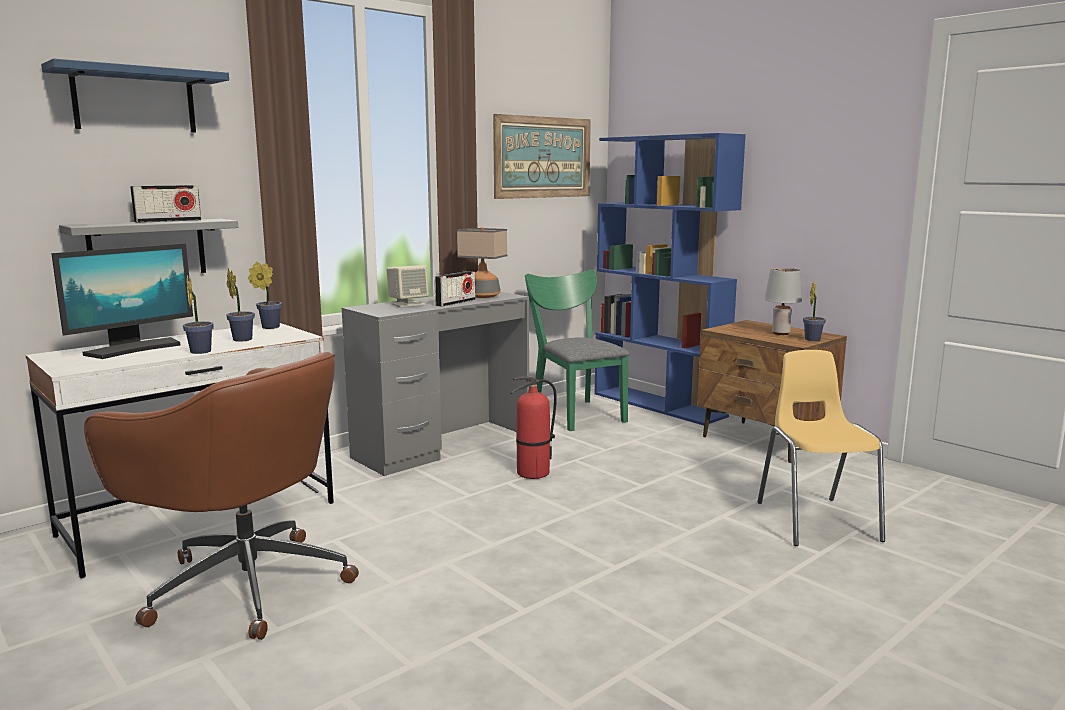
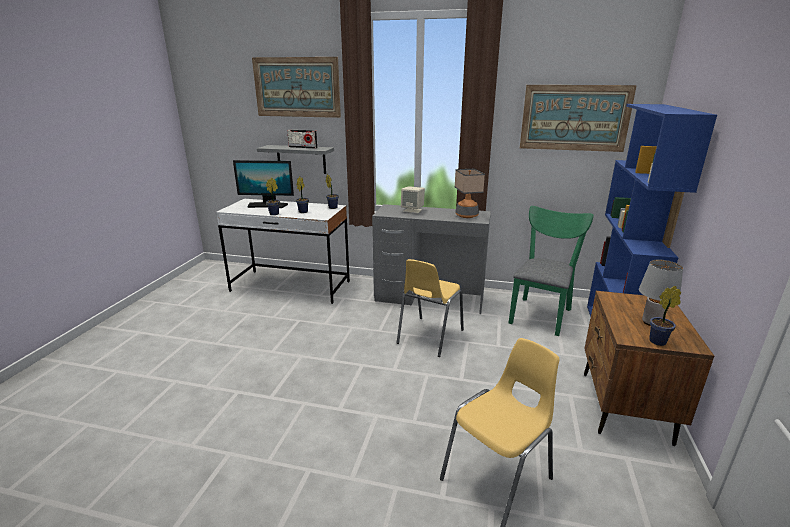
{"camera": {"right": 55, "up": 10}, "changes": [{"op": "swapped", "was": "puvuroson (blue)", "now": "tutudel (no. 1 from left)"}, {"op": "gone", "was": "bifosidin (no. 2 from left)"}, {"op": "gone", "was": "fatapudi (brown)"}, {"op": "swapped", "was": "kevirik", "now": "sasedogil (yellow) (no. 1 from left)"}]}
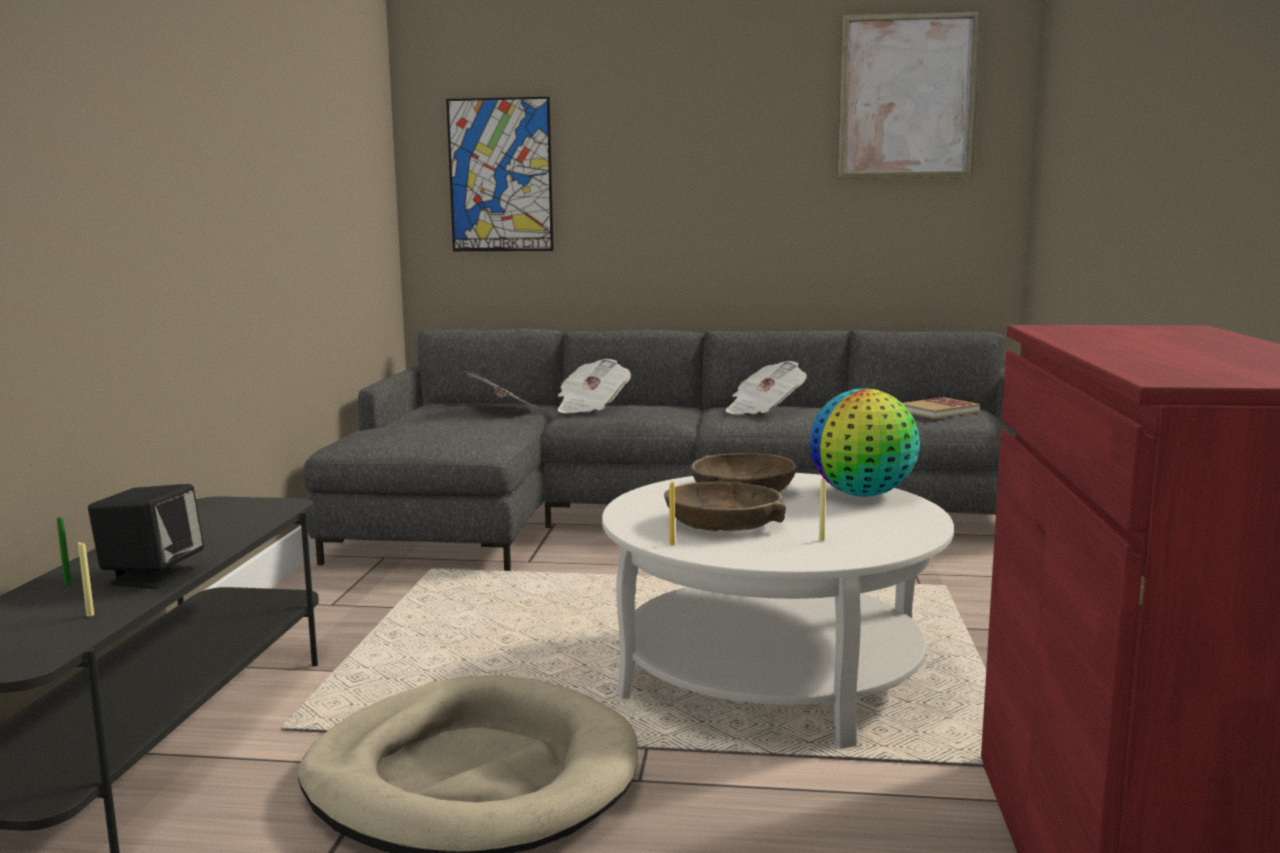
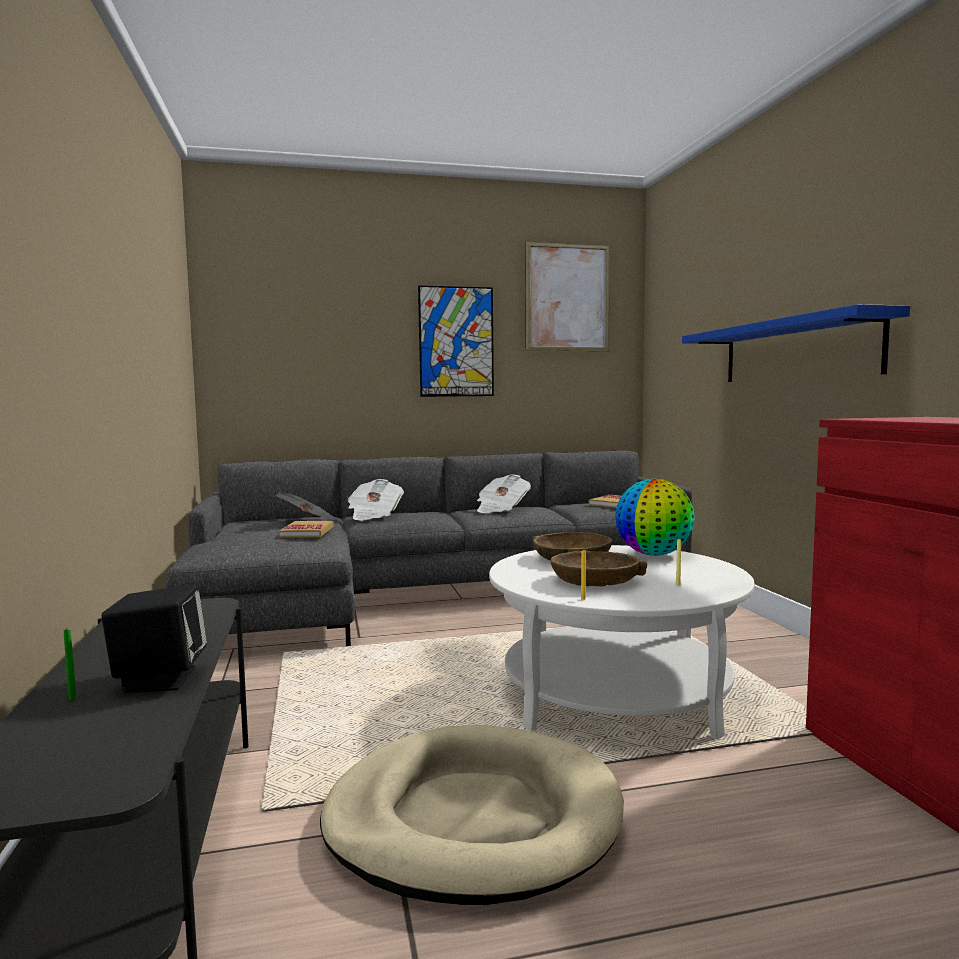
{"camera": {"right": -20, "up": -5}, "changes": [{"op": "shifted", "was": "tutudel (no. 1 from left)"}, {"op": "gone", "was": "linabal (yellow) (no. 1 from left)"}, {"op": "new", "now": "puvuroson (blue)"}, {"op": "new", "now": "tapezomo (no. 1 from left)"}]}
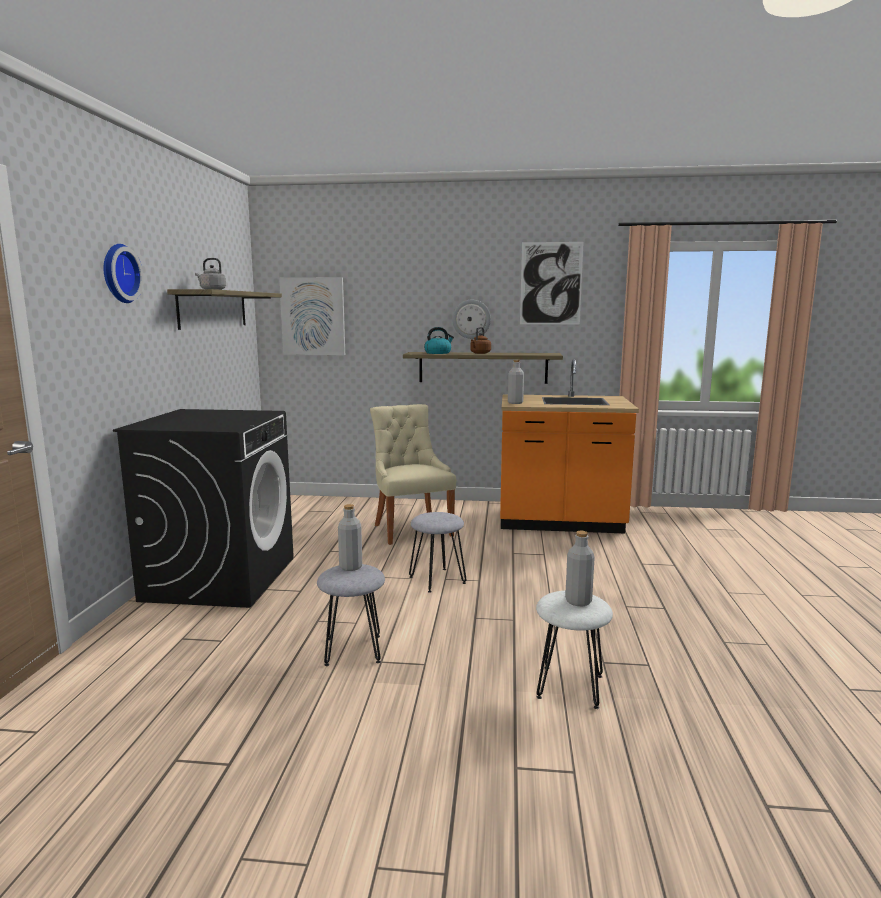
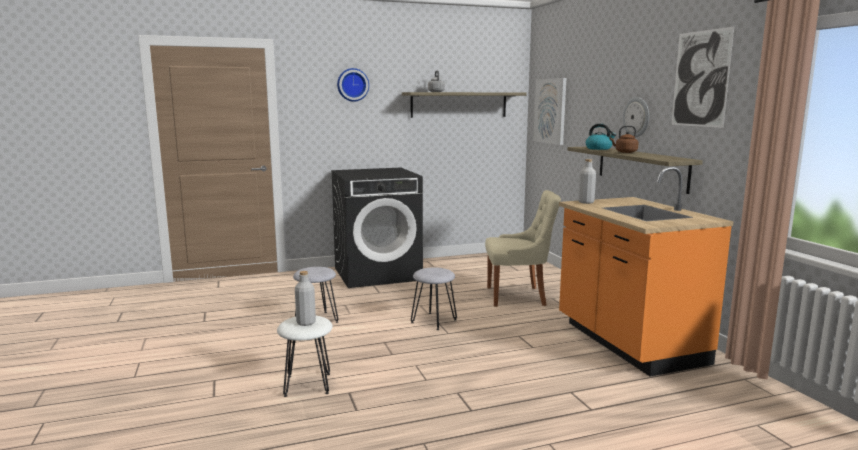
{"camera": {"right": 65, "up": 0}, "changes": [{"op": "rotated", "was": "sasedogil (beige)", "clockwise": 45}, {"op": "gone", "was": "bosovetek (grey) (no. 1 from left)"}]}
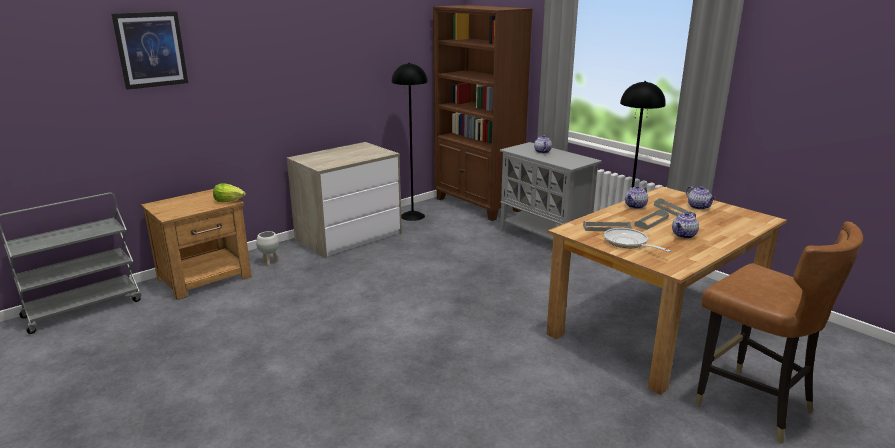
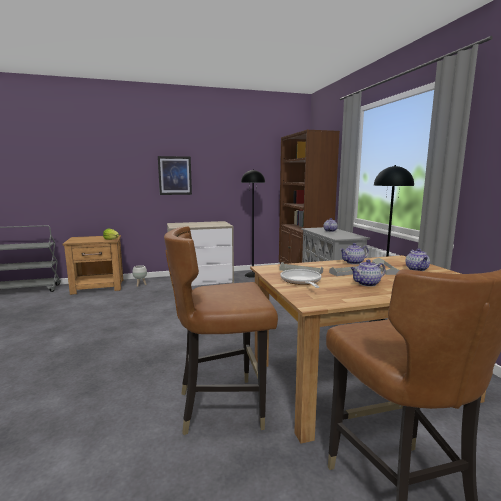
{"camera": {"right": 25, "up": -10}, "changes": [{"op": "shifted", "was": "tutudel"}, {"op": "new", "now": "sasedogil (brown) (no. 1 from left)"}]}
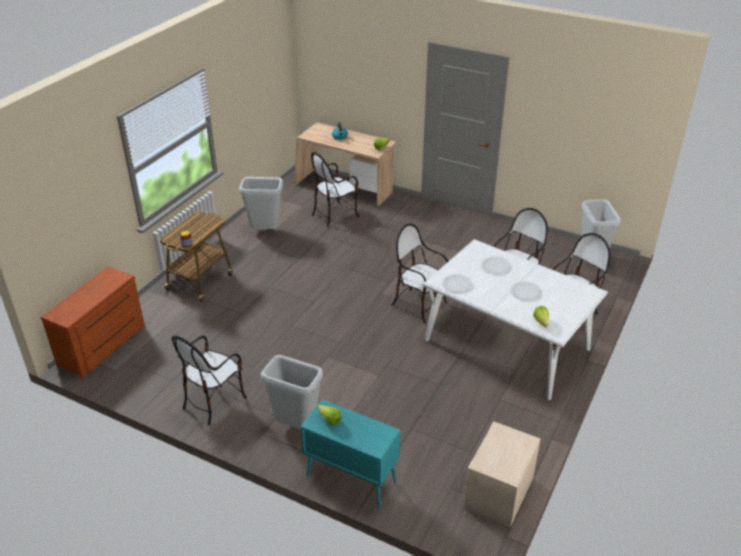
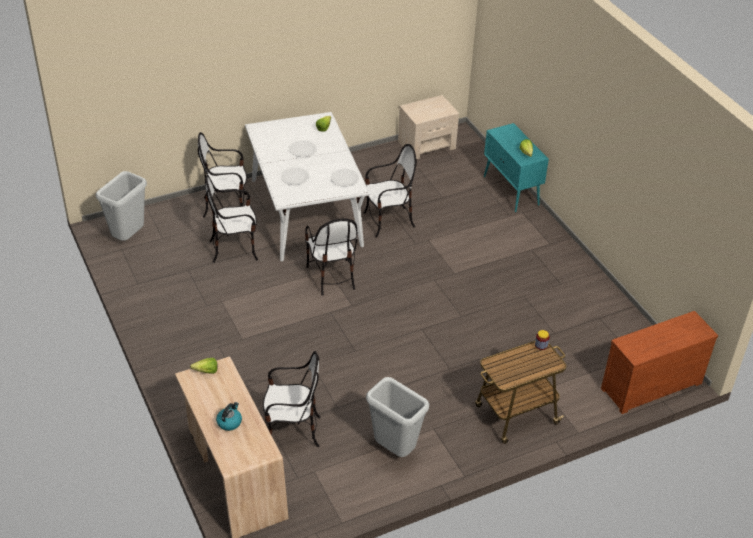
{"camera": {"right": -145, "up": 5}, "changes": [{"op": "shifted", "was": "sasedogil (no. 1 from left in the first image)", "now": "sasedogil (no. 5 from left)"}, {"op": "gone", "was": "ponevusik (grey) (no. 2 from left)"}]}
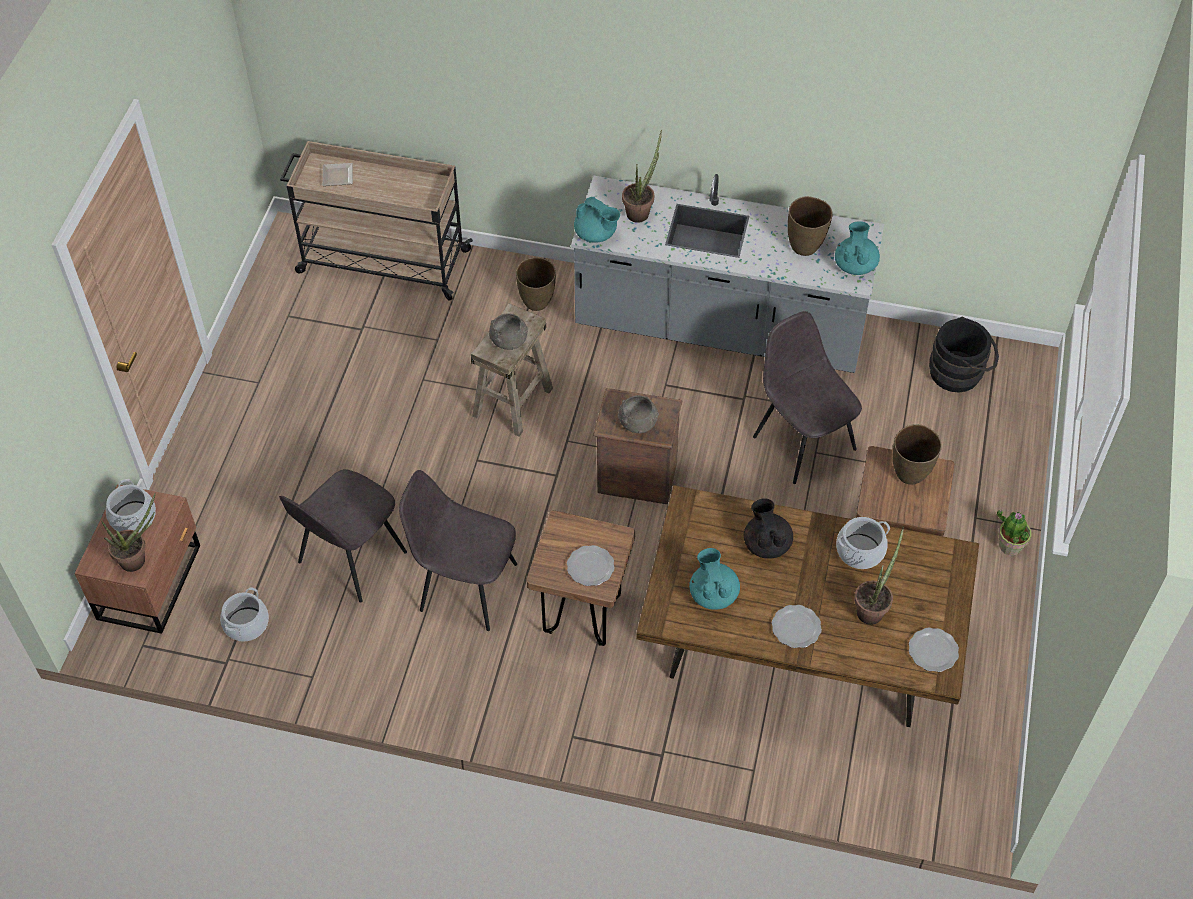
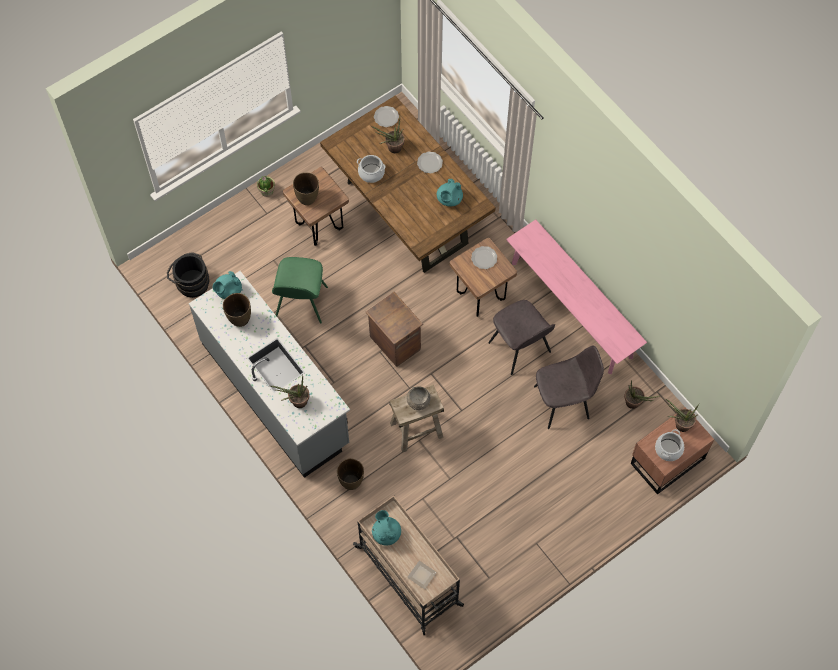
{"camera": {"right": -140, "up": 10}, "changes": [{"op": "shifted", "was": "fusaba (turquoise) (no. 1 from left in the first image)", "now": "fusaba (turquoise) (no. 2 from left)"}, {"op": "repainted", "was": "sasedogil (grey) (no. 3 from left)", "now": "sasedogil (green)"}, {"op": "gone", "was": "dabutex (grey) (no. 2 from left)"}, {"op": "gone", "was": "fusaba (black)"}, {"op": "swapped", "was": "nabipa (no. 2 from left)", "now": "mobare (no. 4 from left)"}, {"op": "new", "now": "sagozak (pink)"}]}
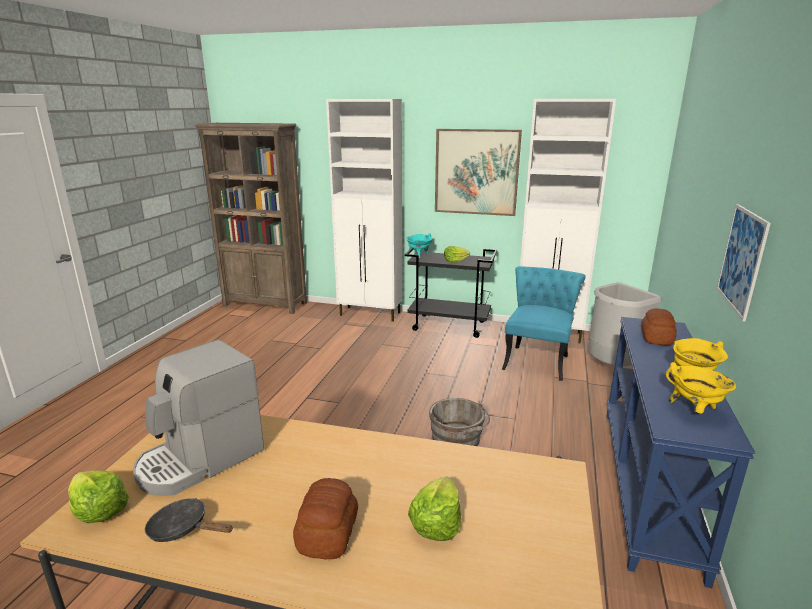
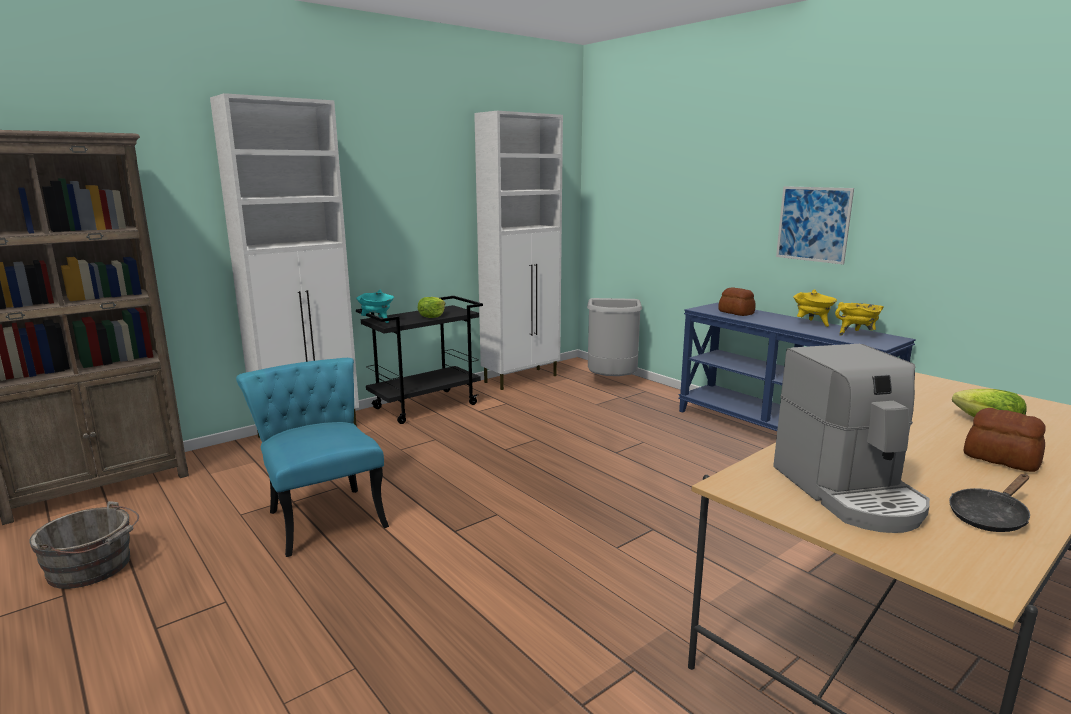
{"camera": {"right": -55, "up": -5}, "changes": [{"op": "gone", "was": "tutudel (no. 1 from left)"}, {"op": "shifted", "was": "sasedogil (turquoise)"}, {"op": "shifted", "was": "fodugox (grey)"}, {"op": "gone", "was": "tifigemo (no. 1 from left)"}]}
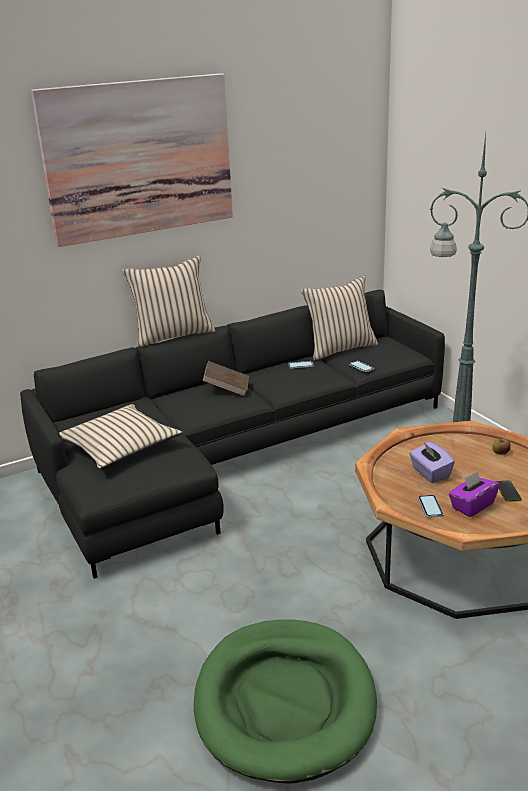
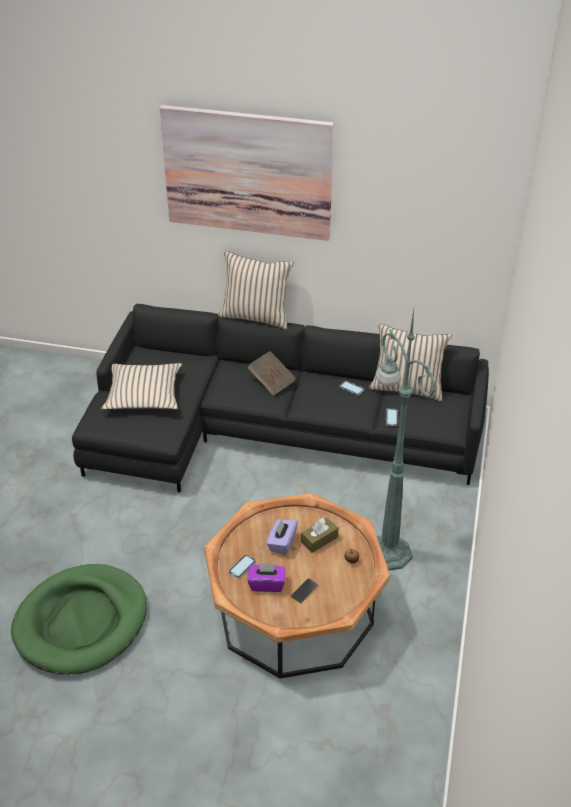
{"camera": {"right": 40, "up": 15}, "changes": [{"op": "new", "now": "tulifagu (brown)"}]}
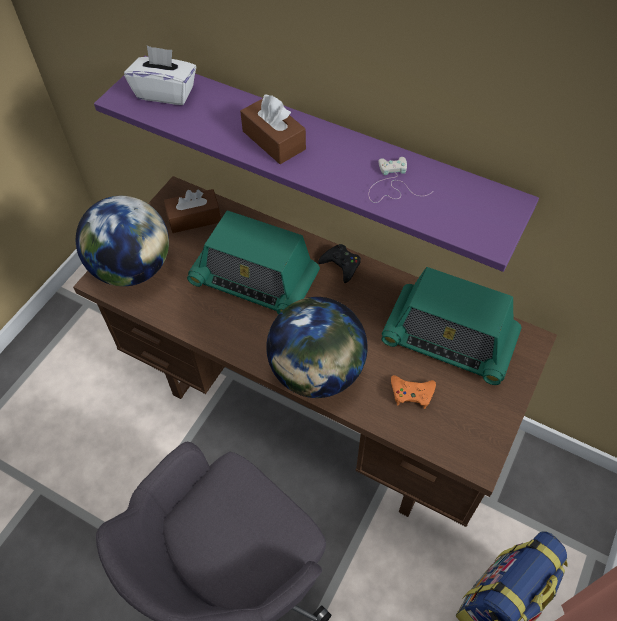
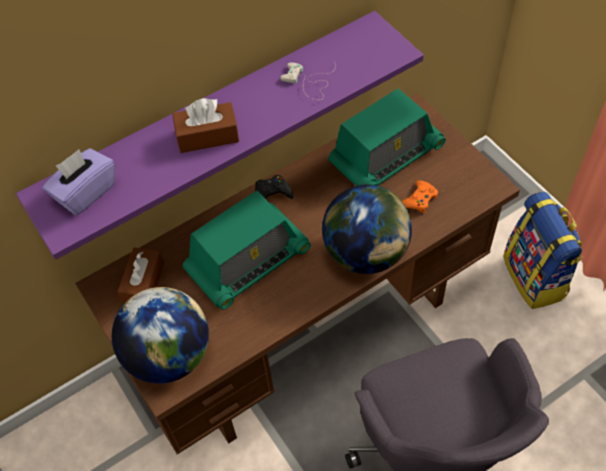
{"camera": {"right": -60, "up": 0}, "changes": [{"op": "repainted", "was": "tulifagu (white)", "now": "tulifagu (purple)"}]}
